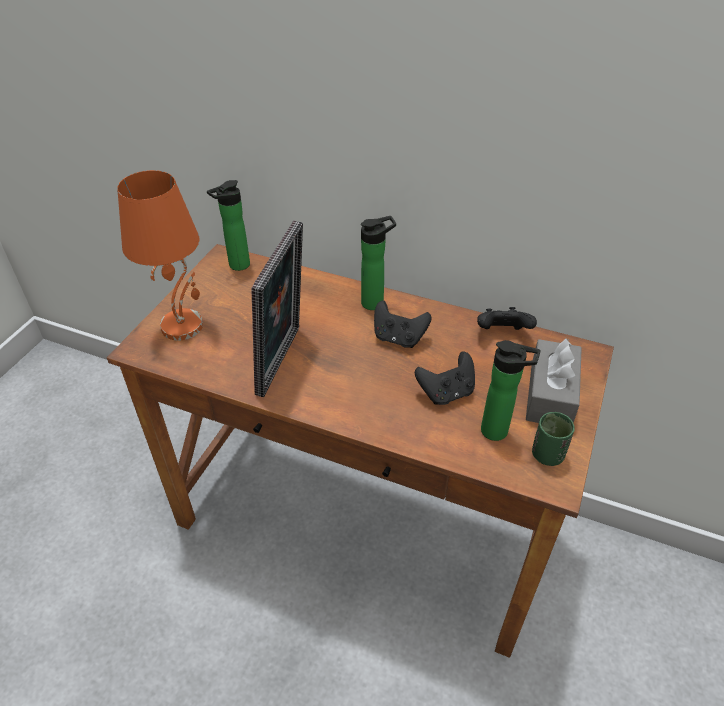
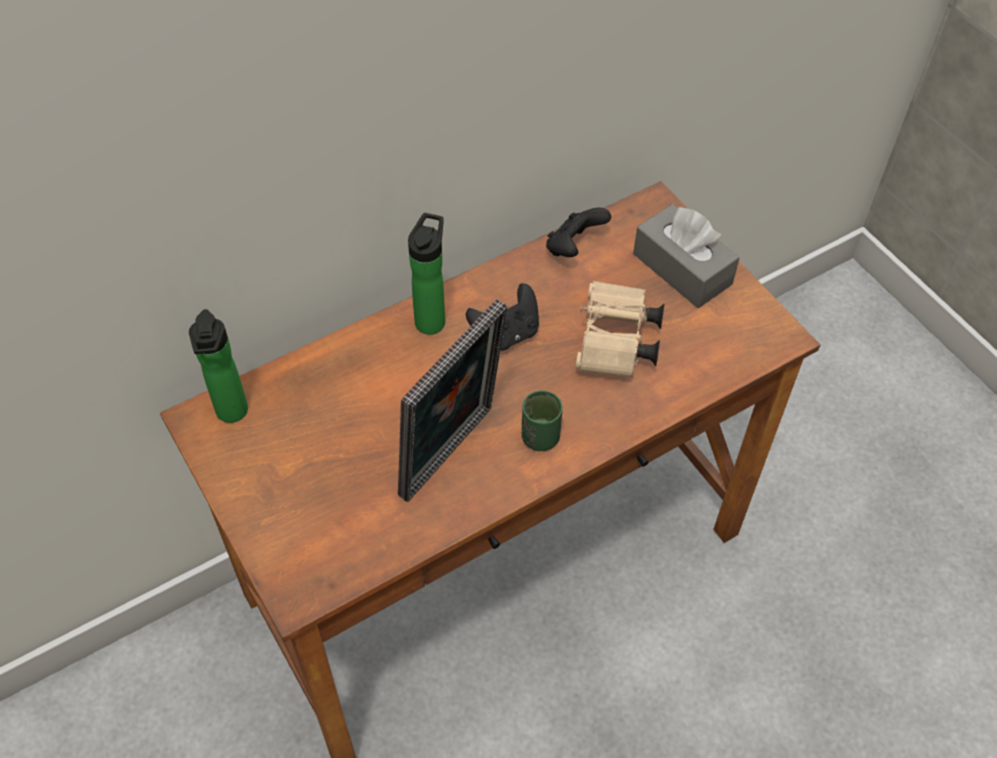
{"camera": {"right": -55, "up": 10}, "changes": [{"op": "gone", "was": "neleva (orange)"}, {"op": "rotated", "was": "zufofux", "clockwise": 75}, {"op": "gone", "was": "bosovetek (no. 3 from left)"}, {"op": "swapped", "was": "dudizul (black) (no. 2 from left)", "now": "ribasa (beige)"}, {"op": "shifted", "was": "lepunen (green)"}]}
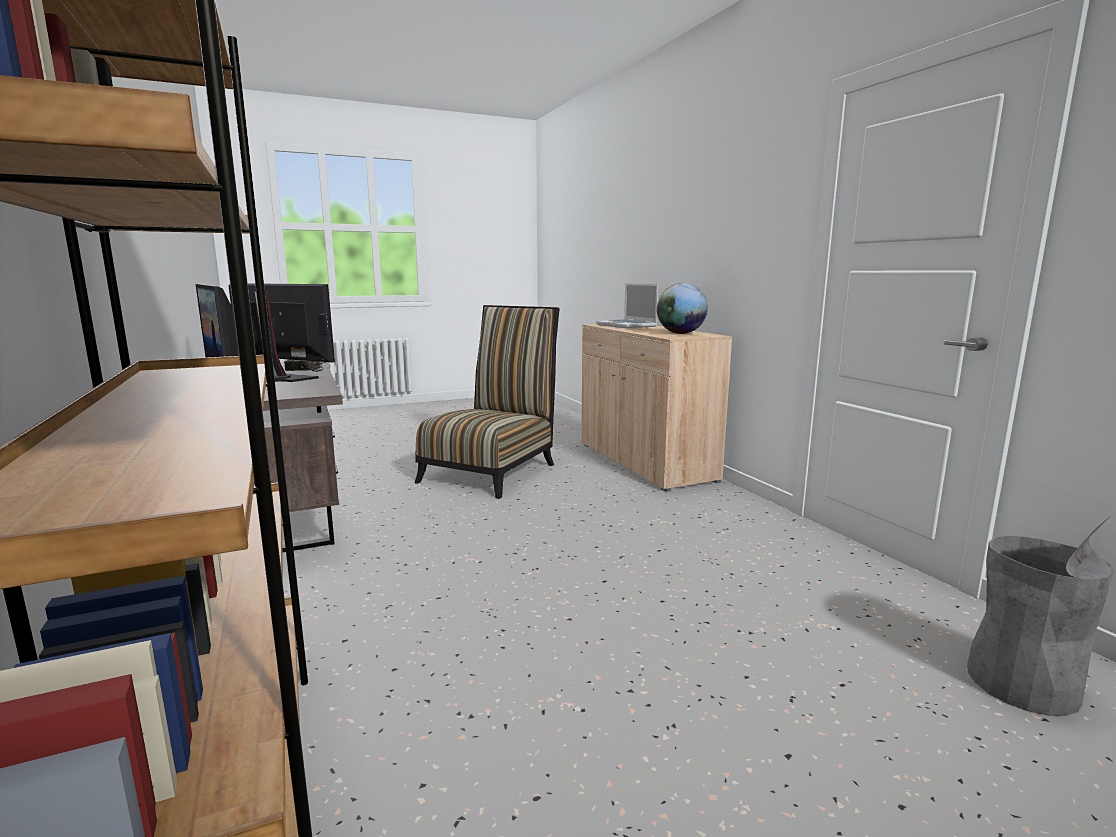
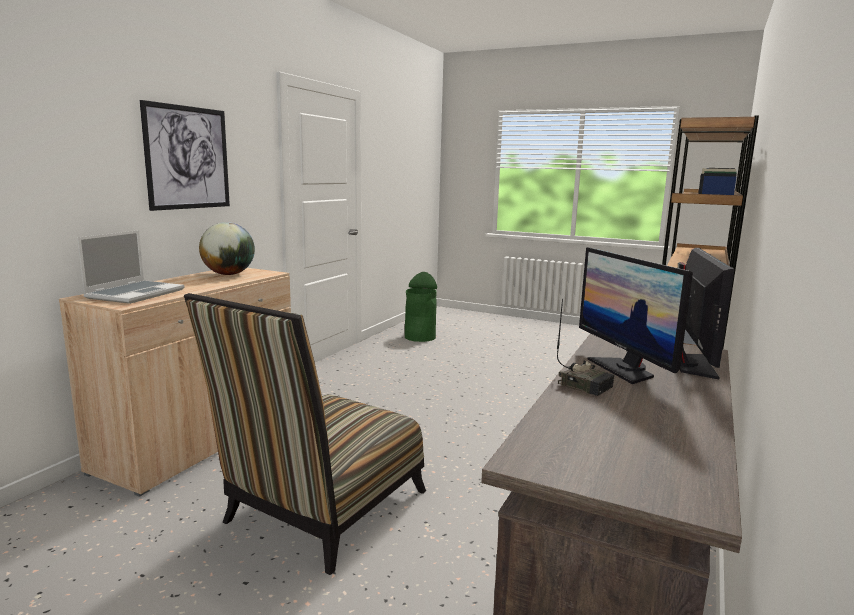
{"camera": {"right": -130, "up": 0}, "changes": [{"op": "rotated", "was": "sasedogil", "clockwise": -45}, {"op": "repainted", "was": "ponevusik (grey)", "now": "ponevusik (green)"}, {"op": "new", "now": "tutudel"}]}
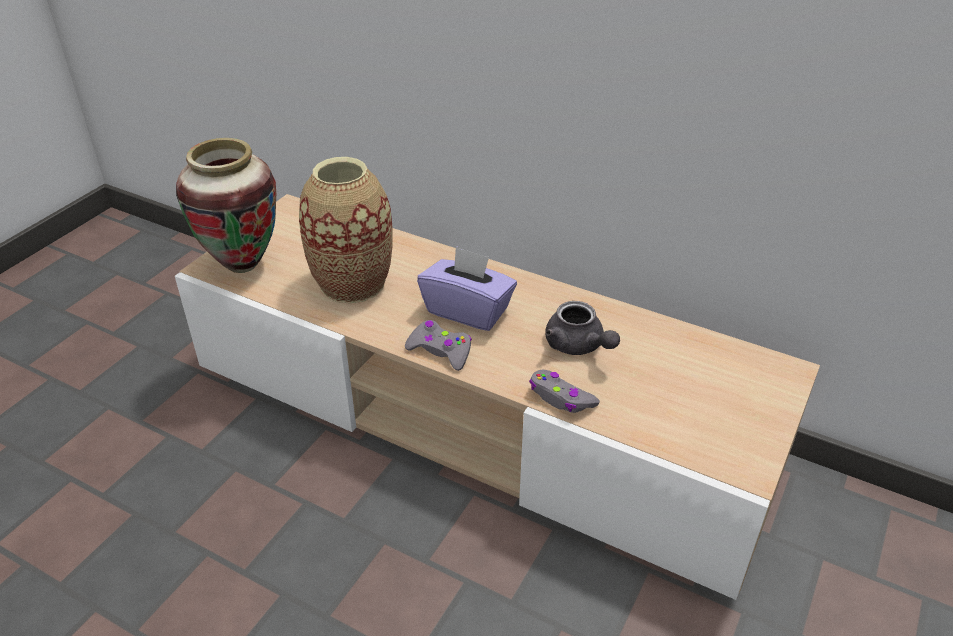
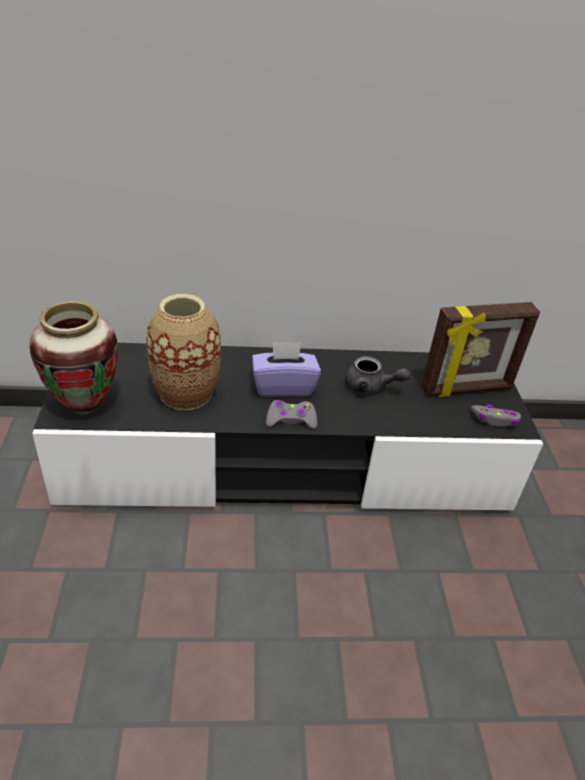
{"camera": {"right": -35, "up": 0}, "changes": [{"op": "repainted", "was": "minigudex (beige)", "now": "minigudex (black)"}, {"op": "shifted", "was": "dudizul (grey) (no. 2 from left)"}, {"op": "new", "now": "zufofux"}]}
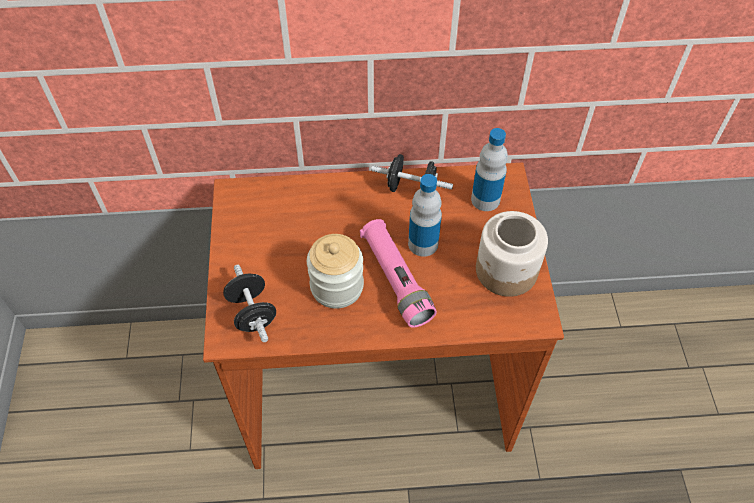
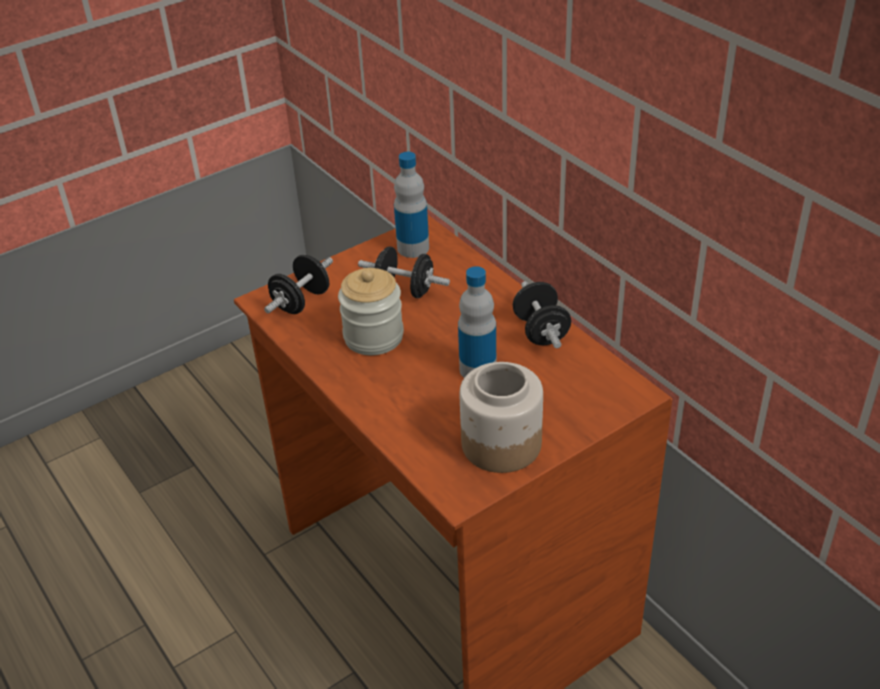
{"camera": {"right": 60, "up": -15}, "changes": [{"op": "shifted", "was": "bosovetek (no. 2 from left in the first image)", "now": "bosovetek (no. 1 from left)"}, {"op": "gone", "was": "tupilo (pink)"}, {"op": "new", "now": "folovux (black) (no. 2 from left)"}]}
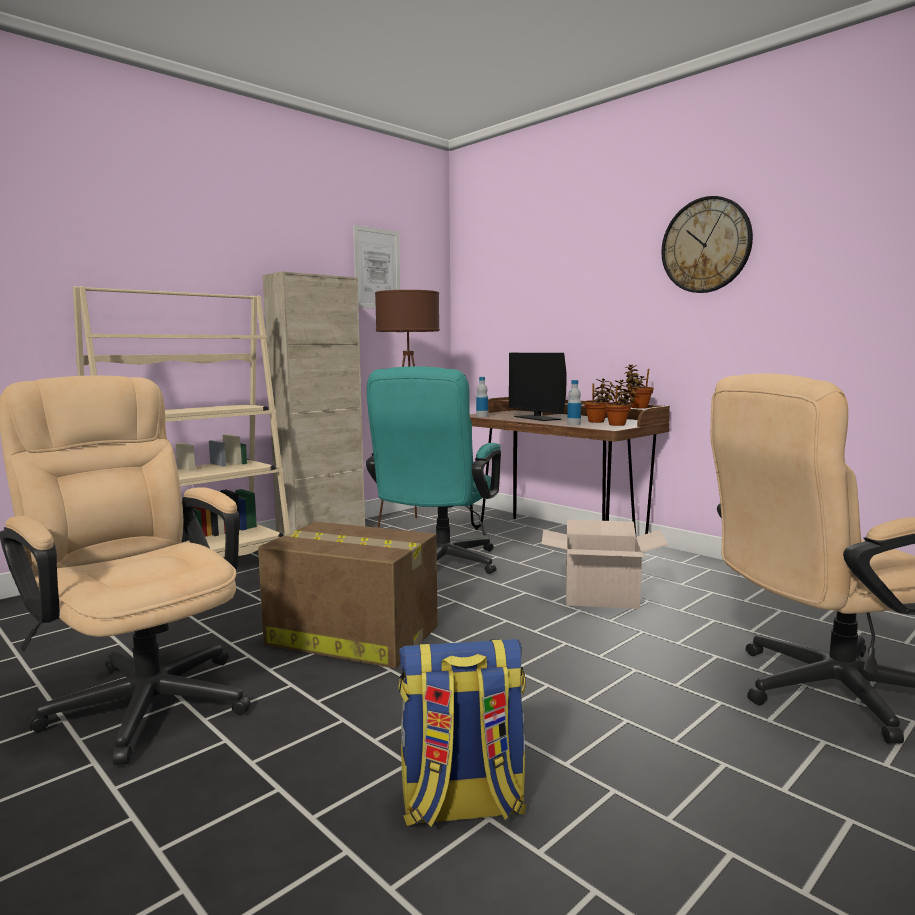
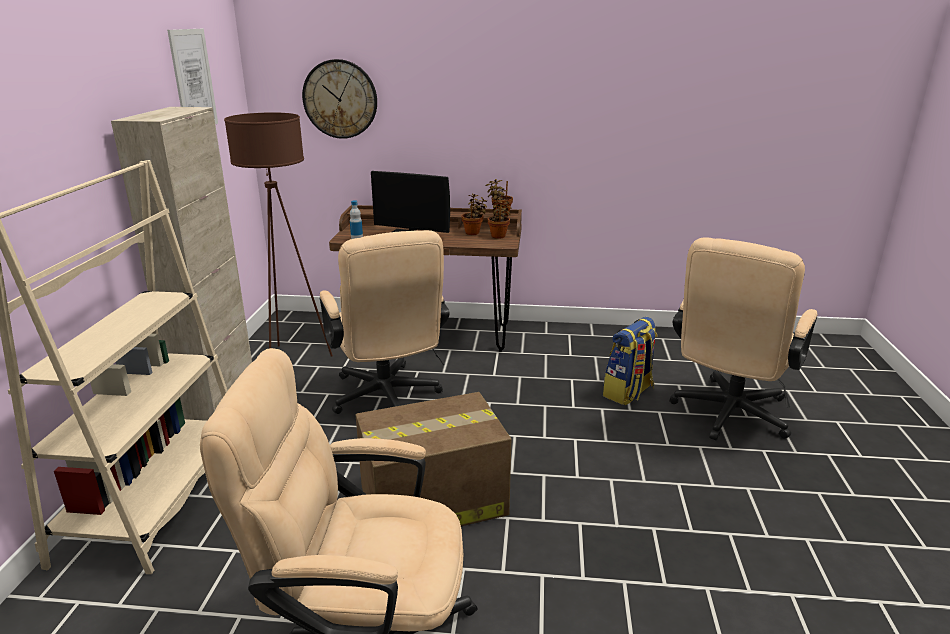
{"camera": {"right": -40, "up": 15}, "changes": [{"op": "shifted", "was": "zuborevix"}, {"op": "repainted", "was": "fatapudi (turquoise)", "now": "fatapudi (beige) (no. 2 from left)"}, {"op": "gone", "was": "bosovetek (no. 2 from left)"}, {"op": "gone", "was": "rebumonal (no. 2 from left)"}, {"op": "shifted", "was": "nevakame"}]}
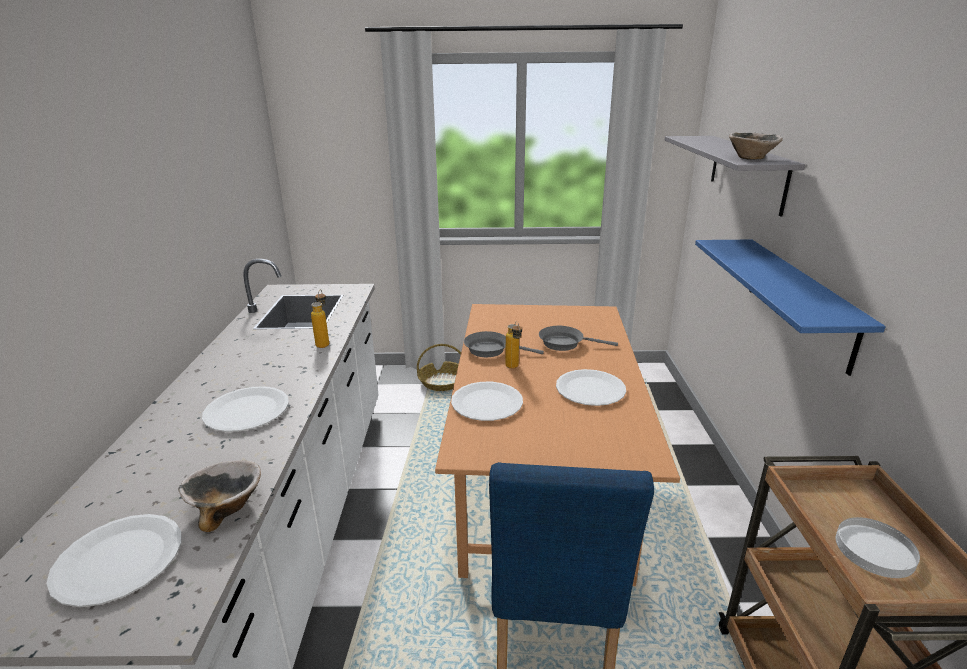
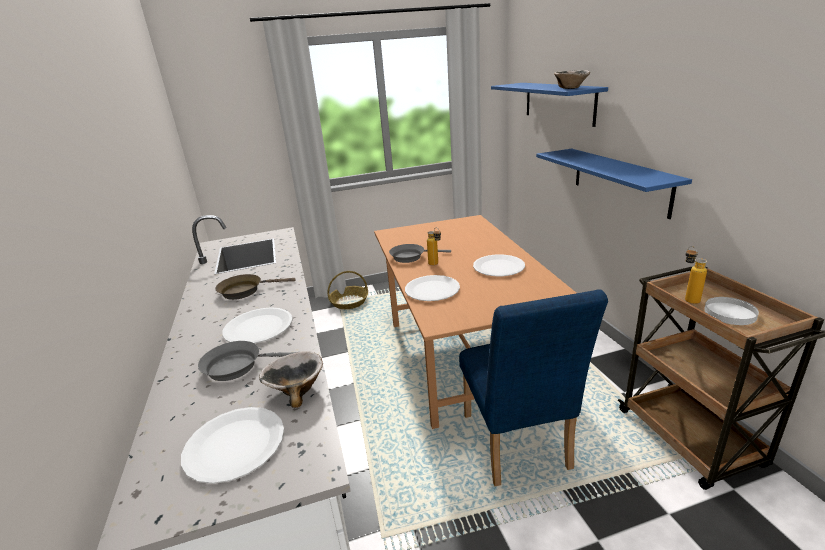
{"camera": {"right": -15, "up": 0}, "changes": [{"op": "repainted", "was": "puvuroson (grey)", "now": "puvuroson (blue) (no. 1 from left)"}, {"op": "shifted", "was": "bosovetek (no. 1 from left in the first image)", "now": "bosovetek (no. 2 from left)"}, {"op": "shifted", "was": "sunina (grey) (no. 2 from left in the first image)", "now": "sunina (grey) (no. 1 from left)"}, {"op": "new", "now": "sunina (brown)"}]}
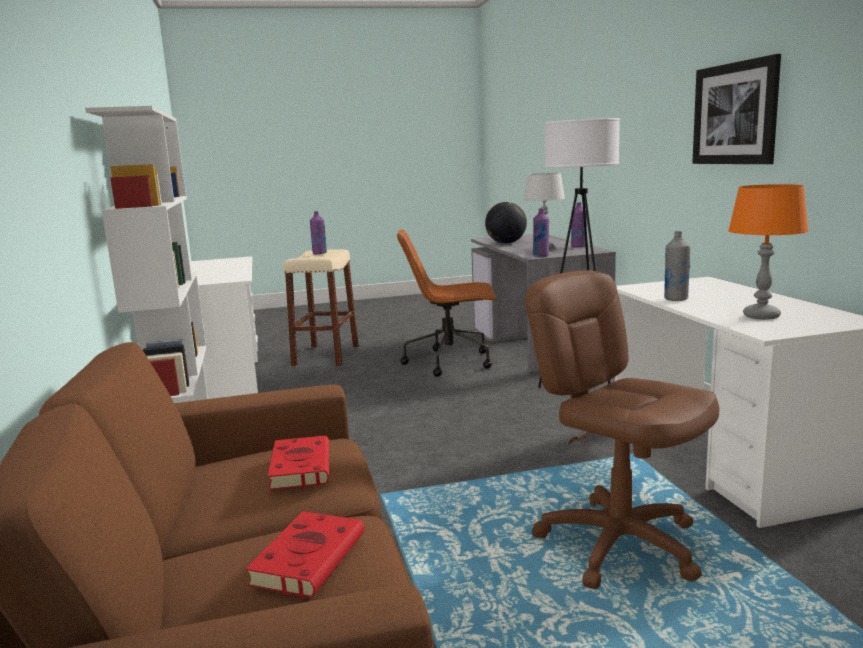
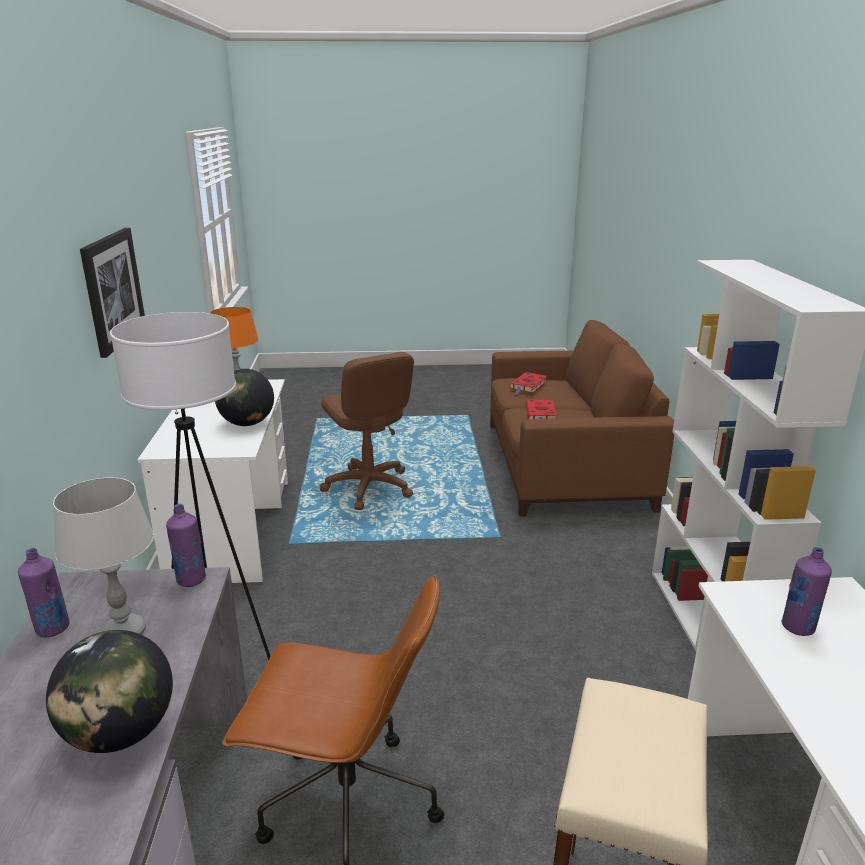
{"camera": {"right": -170, "up": 10}, "changes": [{"op": "shifted", "was": "bosovetek (purple) (no. 1 from left in the first image)", "now": "bosovetek (purple) (no. 3 from left)"}, {"op": "swapped", "was": "bosovetek (grey)", "now": "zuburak (no. 2 from left)"}]}
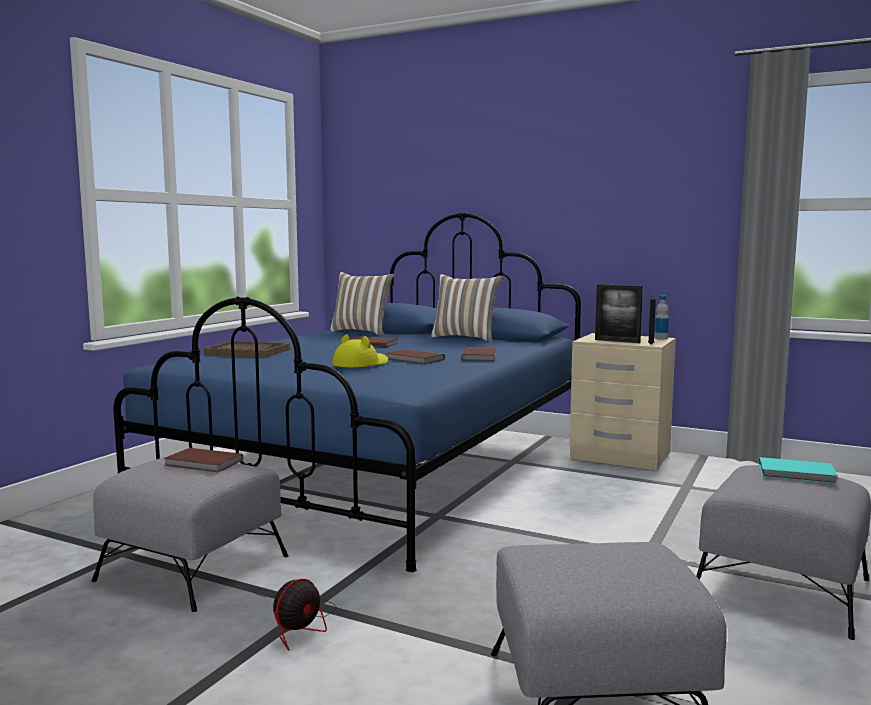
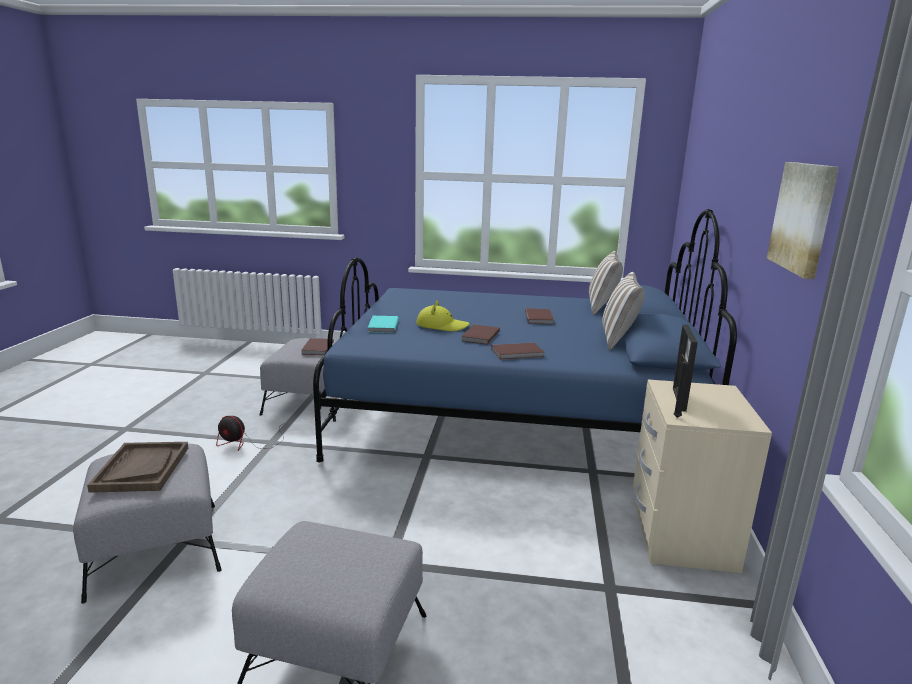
{"camera": {"right": 70, "up": 10}, "changes": [{"op": "gone", "was": "bosovetek"}, {"op": "shifted", "was": "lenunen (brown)"}, {"op": "shifted", "was": "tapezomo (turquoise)"}, {"op": "new", "now": "tutudel"}]}
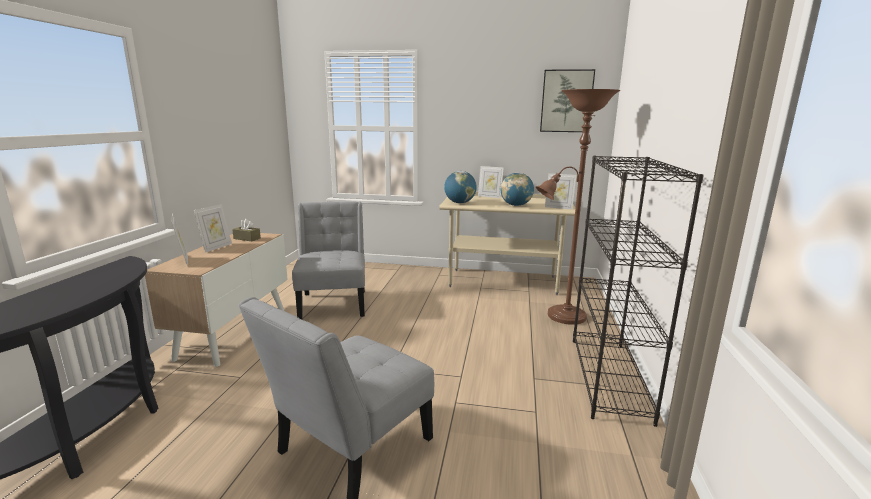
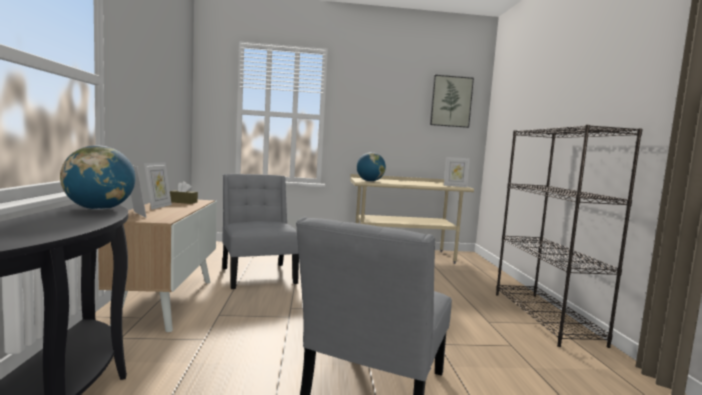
{"camera": {"right": -15, "up": -10}, "changes": [{"op": "gone", "was": "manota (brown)"}, {"op": "gone", "was": "zufofux (no. 3 from left)"}, {"op": "shifted", "was": "zuburak (no. 2 from left in the first image)", "now": "zuburak (no. 1 from left)"}]}
